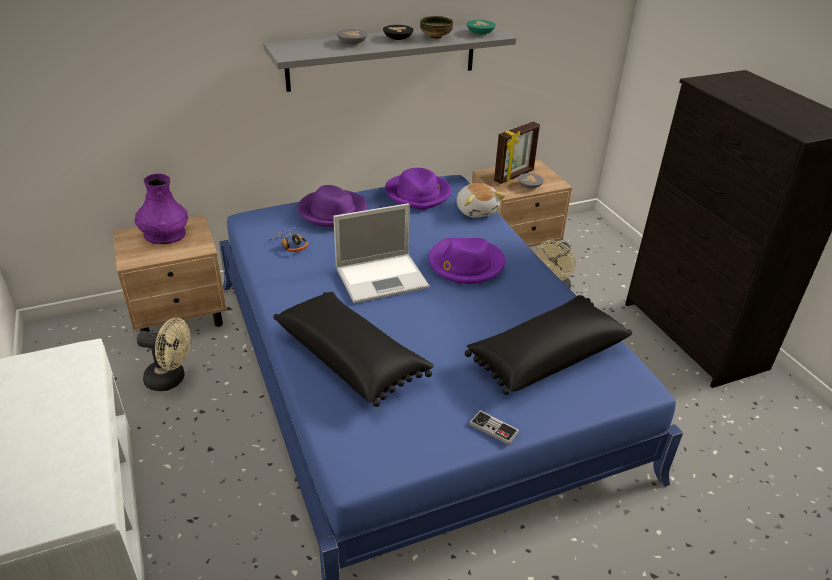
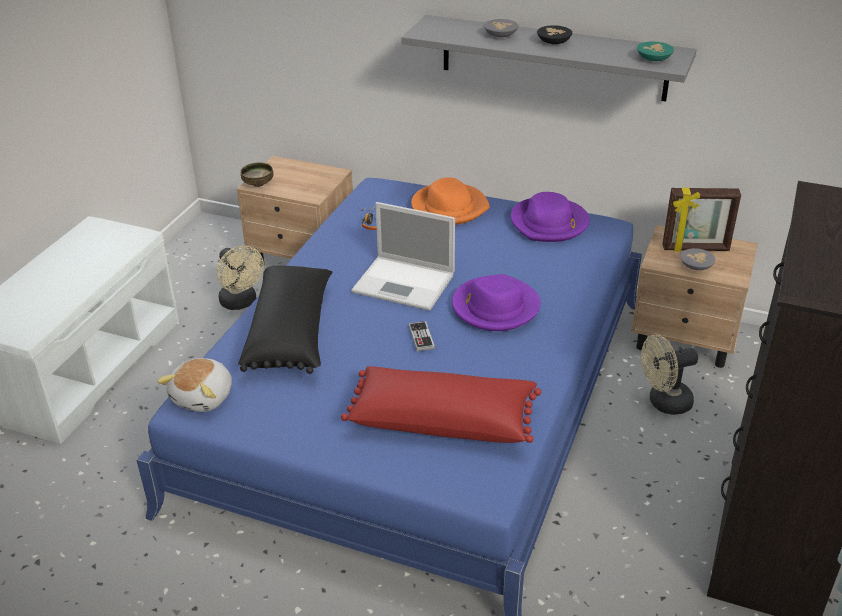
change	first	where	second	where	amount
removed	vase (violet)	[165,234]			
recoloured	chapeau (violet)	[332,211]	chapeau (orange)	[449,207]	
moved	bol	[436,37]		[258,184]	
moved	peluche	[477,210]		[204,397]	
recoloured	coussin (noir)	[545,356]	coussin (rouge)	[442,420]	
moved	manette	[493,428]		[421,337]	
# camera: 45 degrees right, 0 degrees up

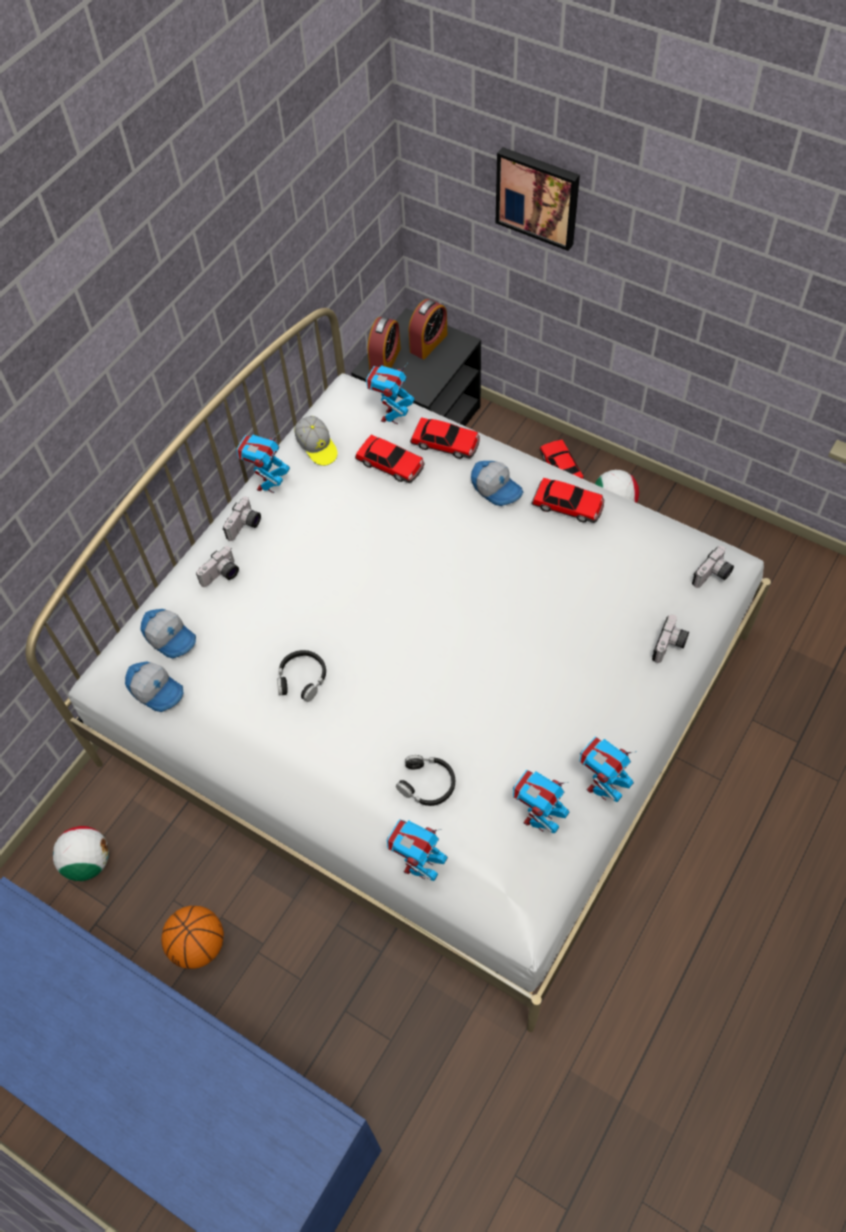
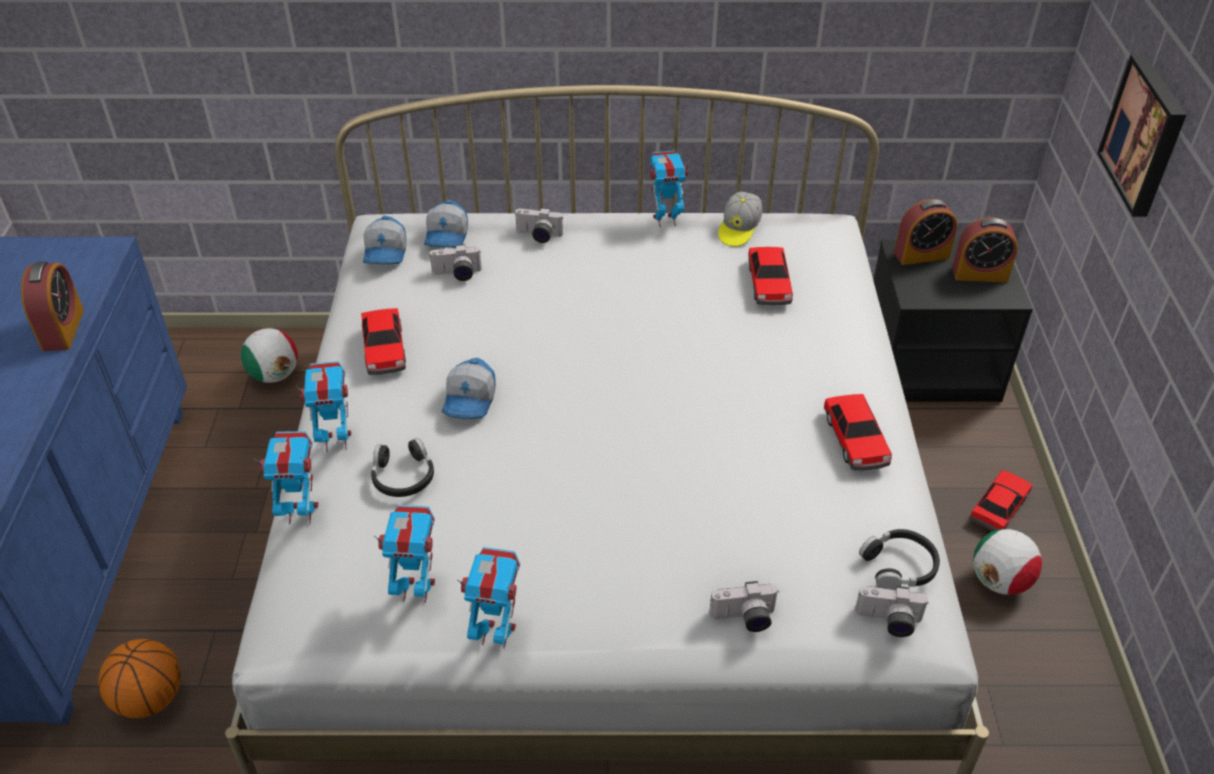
change	first	where	second	where	amount
moved	ballon de basket	[198,945]		[150,699]	
moved	appareil photo	[245,526]		[457,275]	
moved	casque audio (noir)	[302,678]		[899,566]	
moved	robot jouet	[392,416]		[336,441]	
moved	petite voiture	[446,444]		[384,350]	
moved	casquette	[497,488]		[471,400]	
added			réveil	[63,329]	
# camera: 55 degrees right, 15 degrees down

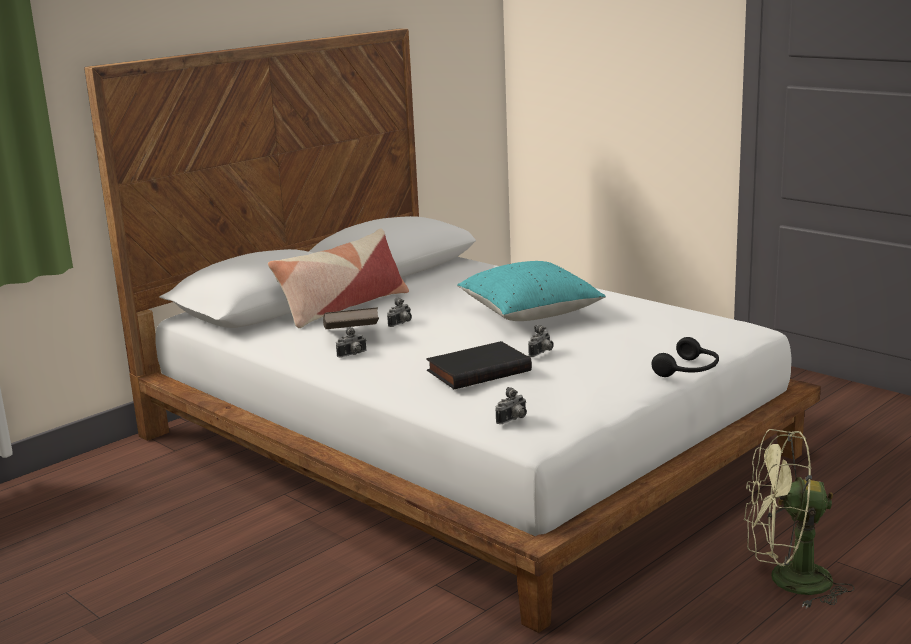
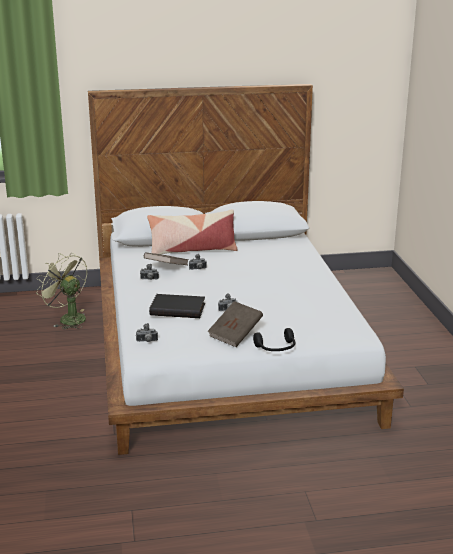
change	first	where	second	where	amount
removed	coussin (turquoise)	[530,314]			
moved	ventilateur (vert)	[787,581]		[67,318]	
added			livre (marron)	[235,335]	
# camera: 35 degrees right, 5 degrees up

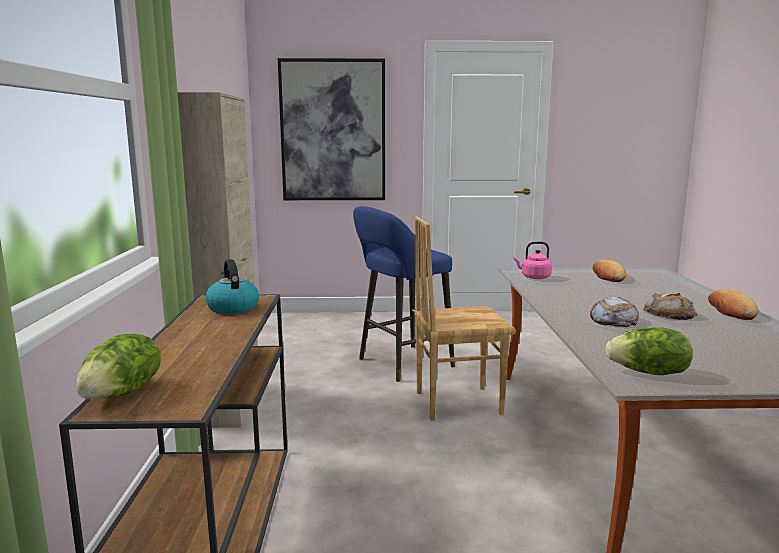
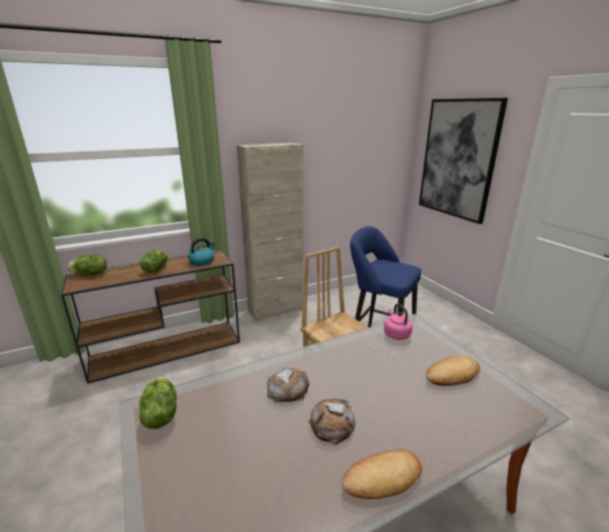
change	first	where	second	where	amount
added			laitue	[156,269]	
# camera: 65 degrees right, 10 degrees up

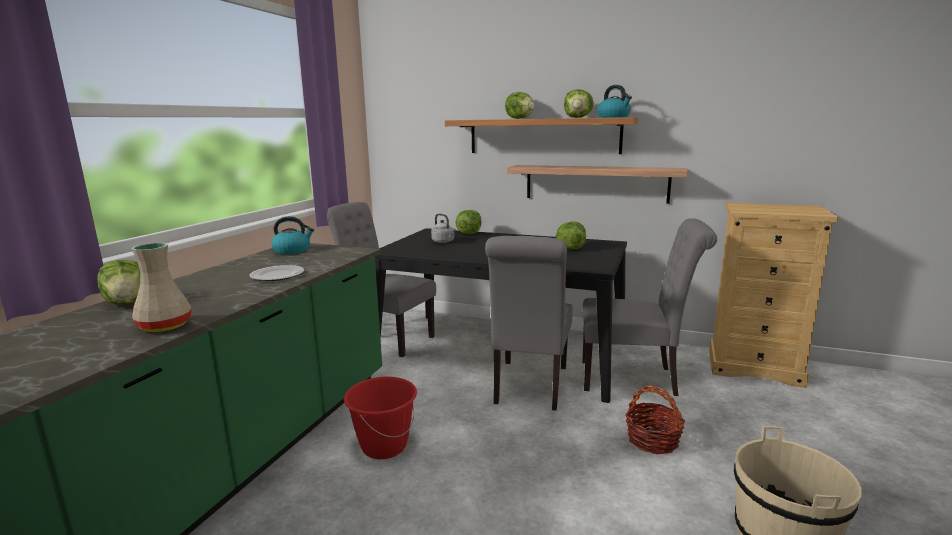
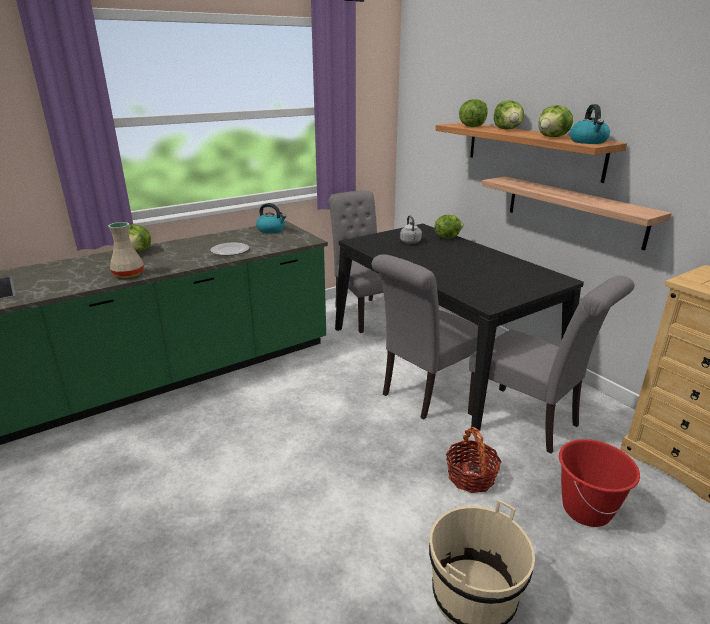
change	first	where	second	where	amount
moved	seau (rouge)	[384,446]		[586,509]	
moved	laitue	[570,248]		[471,127]	
# camera: 35 degrees right, 10 degrees up

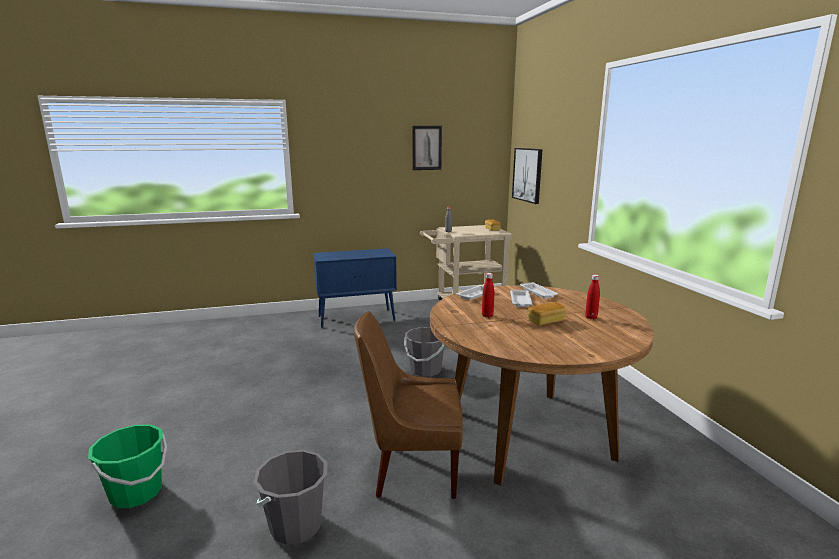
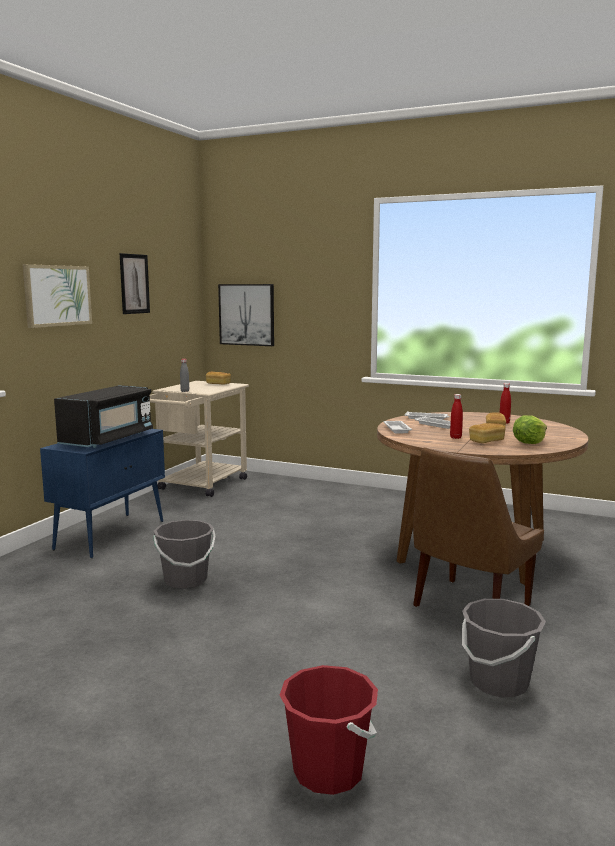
change	first	where	second	where	amount
recoloured	seau (vert)	[136,493]	seau (rouge)	[328,771]	
moved	seau (gris)	[425,370]		[185,580]	
added			tableau	[57,295]	
added			micro-ondes (noir)	[108,439]	
added			pain	[486,441]	
added			laitue	[529,443]	
# camera: 50 degrees left, 5 degrees down

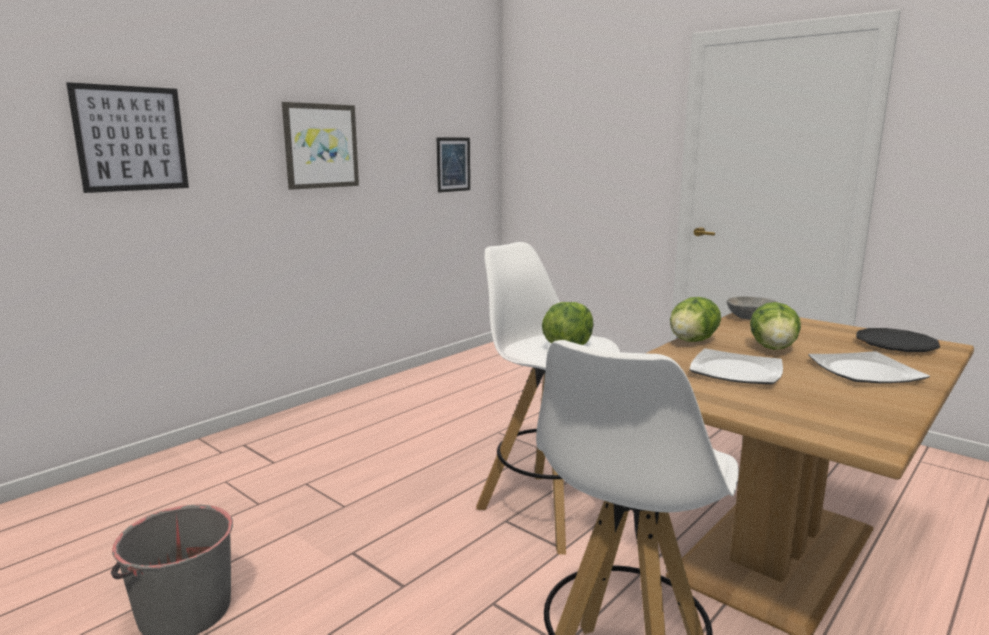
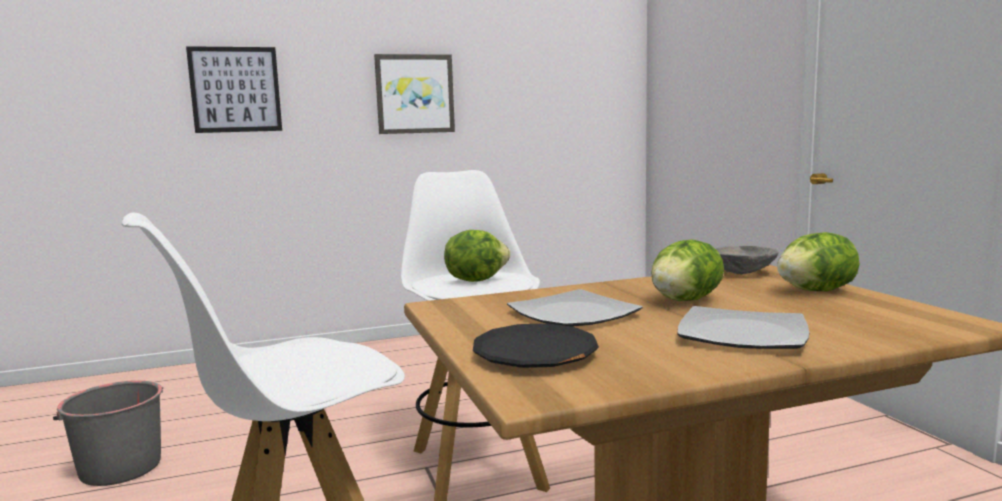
change	first	where	second	where	amount
removed	tableau	[453,164]			
moved	laitue	[692,341]		[815,291]	
moved	assiette (noir)	[895,345]		[535,354]	
# camera: 30 degrees right, 5 degrees down

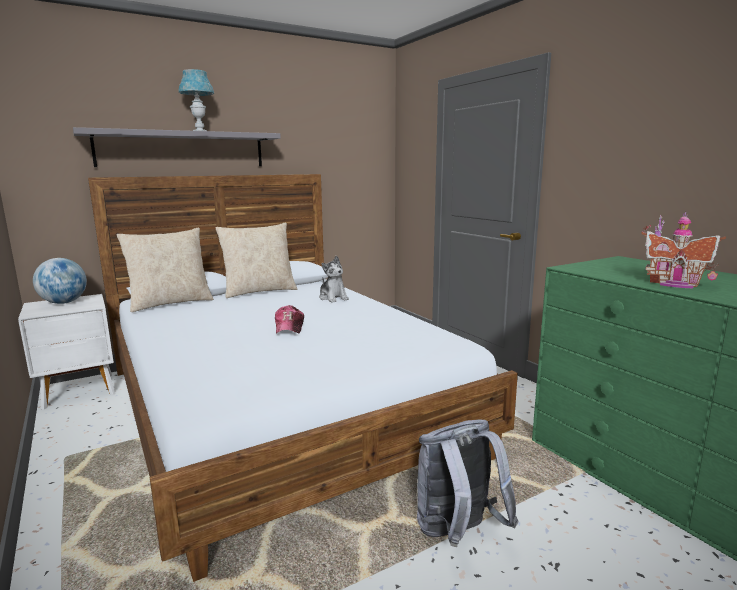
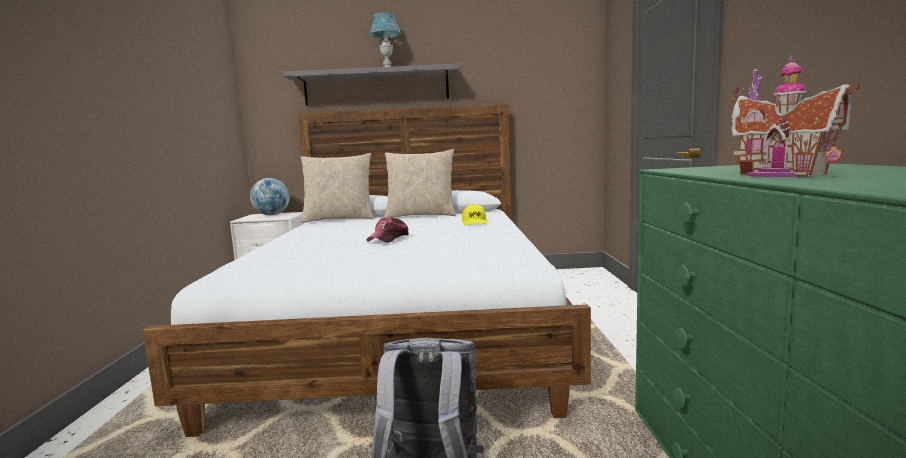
change	first	where	second	where	amount
replaced	peluche	[333,298]	casquette (jaune)	[474,222]	
# camera: 30 degrees right, 5 degrees down

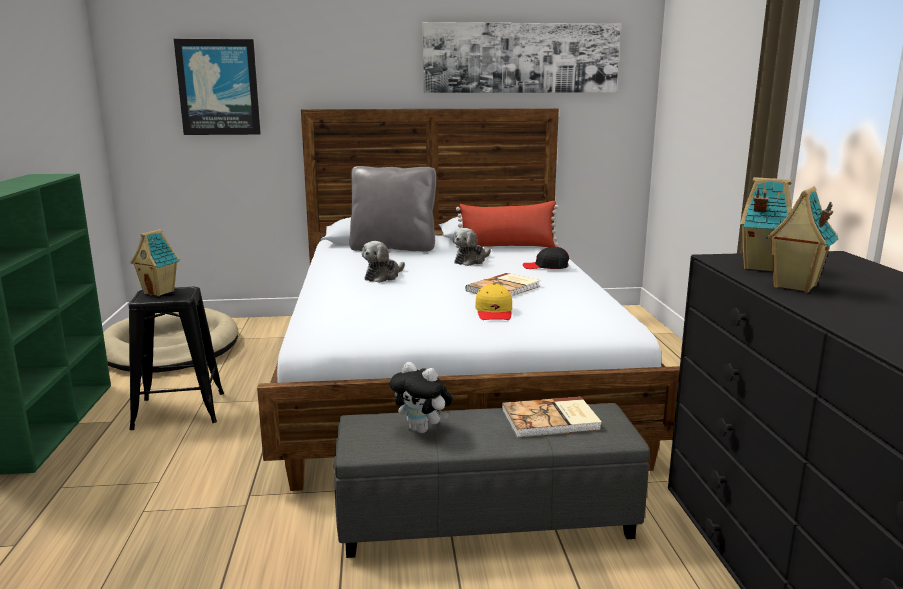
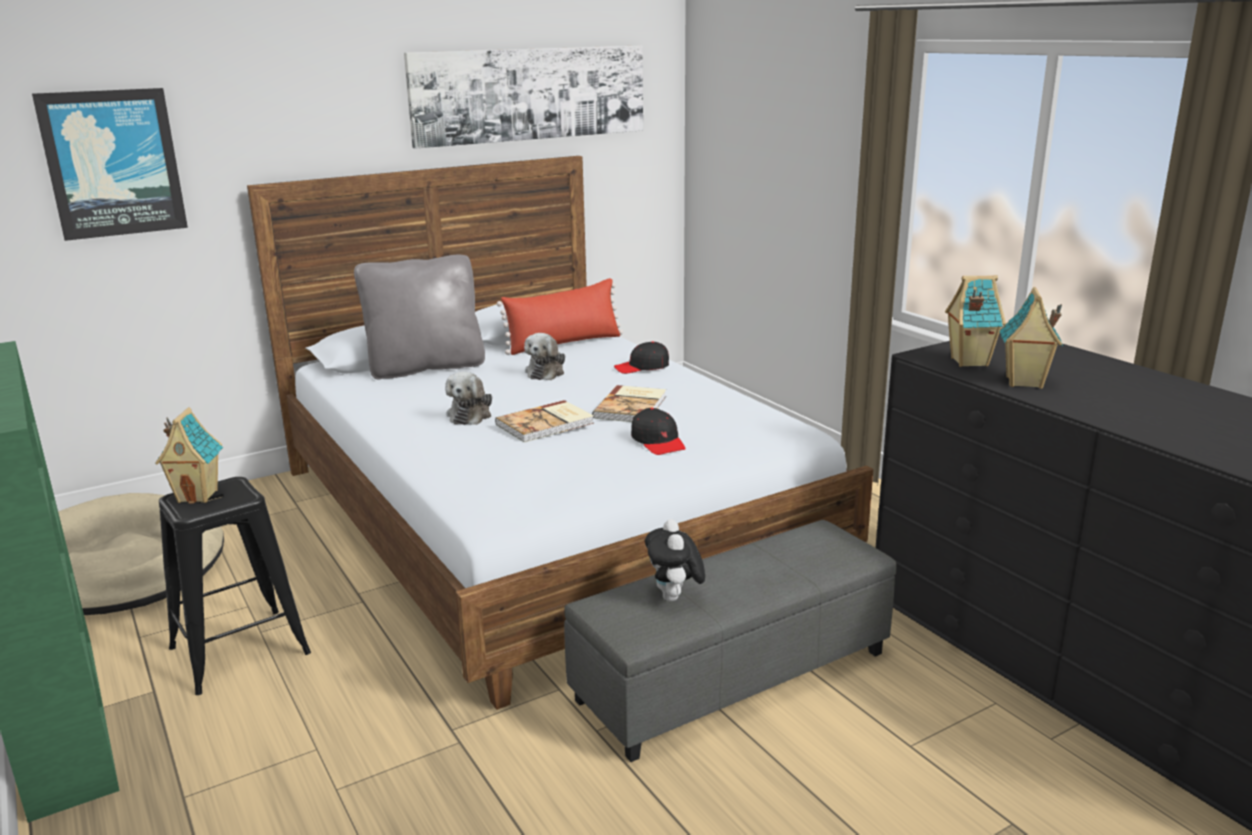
change	first	where	second	where	amount
turned	peluche	[422,430]		[675,598]	75 degrees clockwise
recoloured	casquette (jaune)	[494,312]	casquette (noir)	[658,442]	
moved	livre	[551,420]		[546,424]	
# camera: 25 degrees left, 5 degrees up

